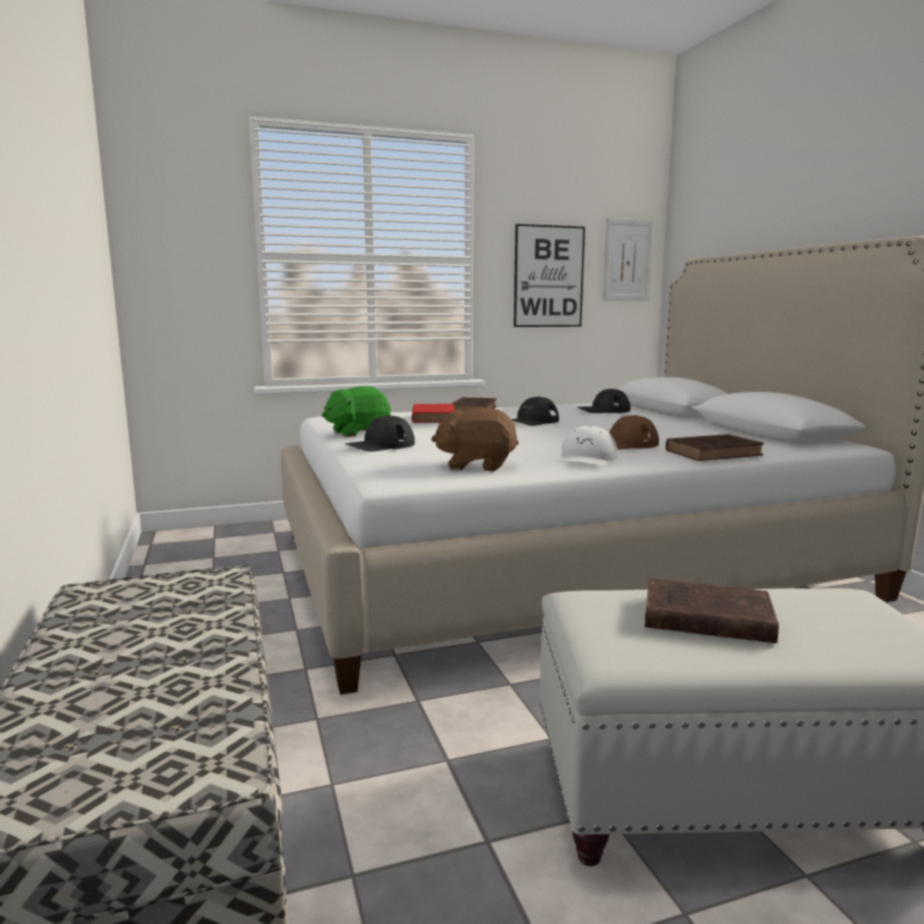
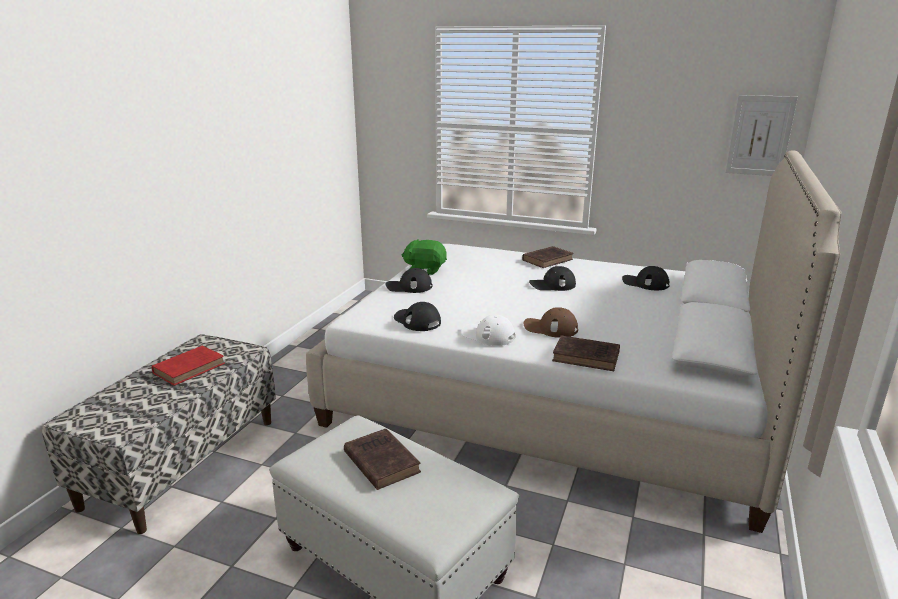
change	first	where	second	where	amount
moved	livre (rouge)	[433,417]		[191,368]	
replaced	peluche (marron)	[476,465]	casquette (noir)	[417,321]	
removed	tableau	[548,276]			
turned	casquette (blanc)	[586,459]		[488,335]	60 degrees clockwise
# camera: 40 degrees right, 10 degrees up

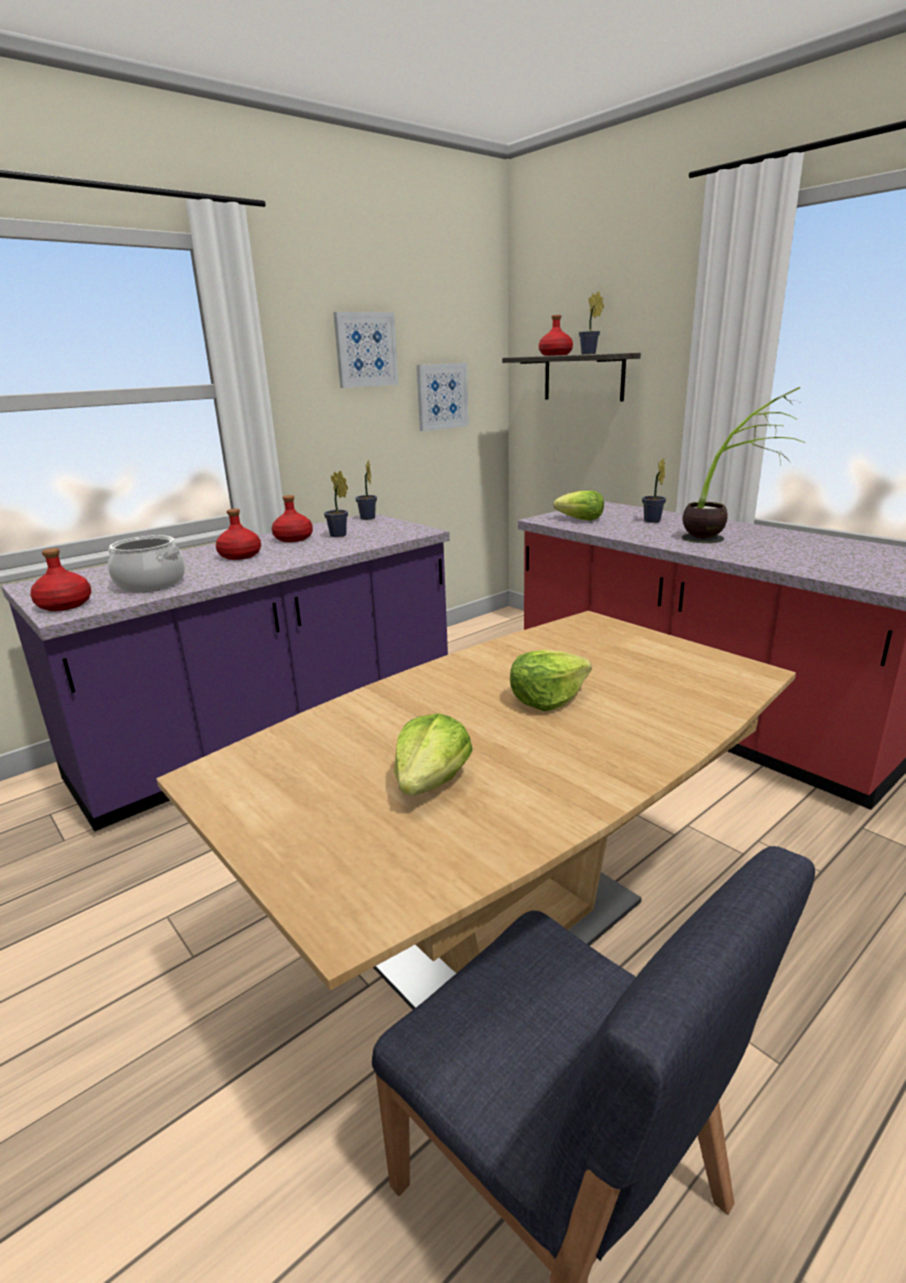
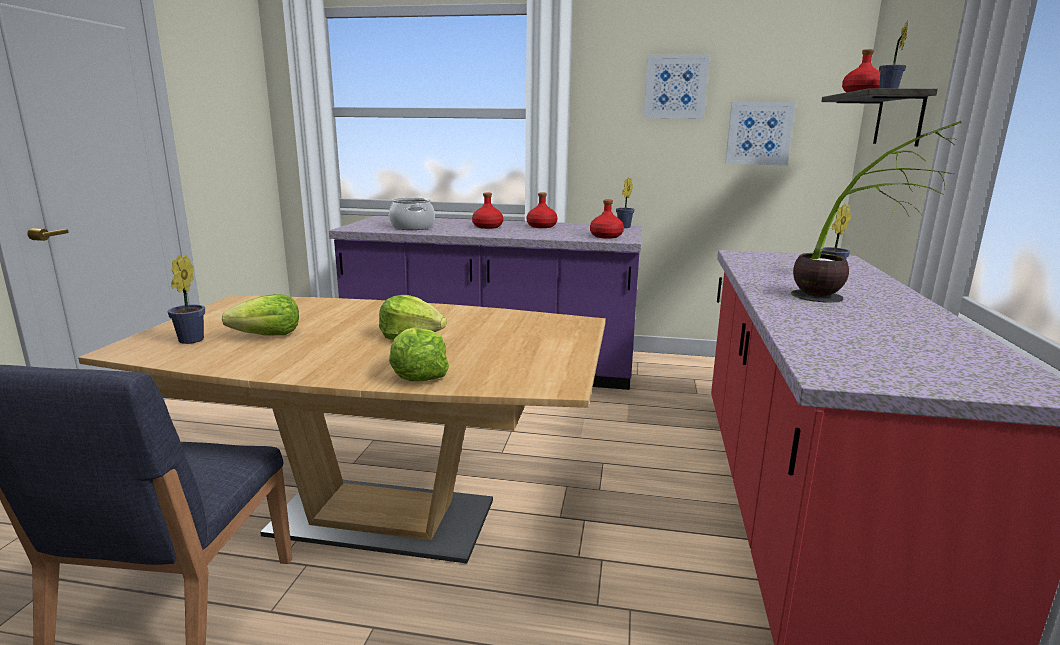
change	first	where	second	where	amount
moved	bouteille (rouge)	[64,605]		[606,236]	
moved	plante en pot	[339,535]		[189,341]	
moved	laitue	[580,519]		[418,374]	
# camera: 50 degrees right, 5 degrees down

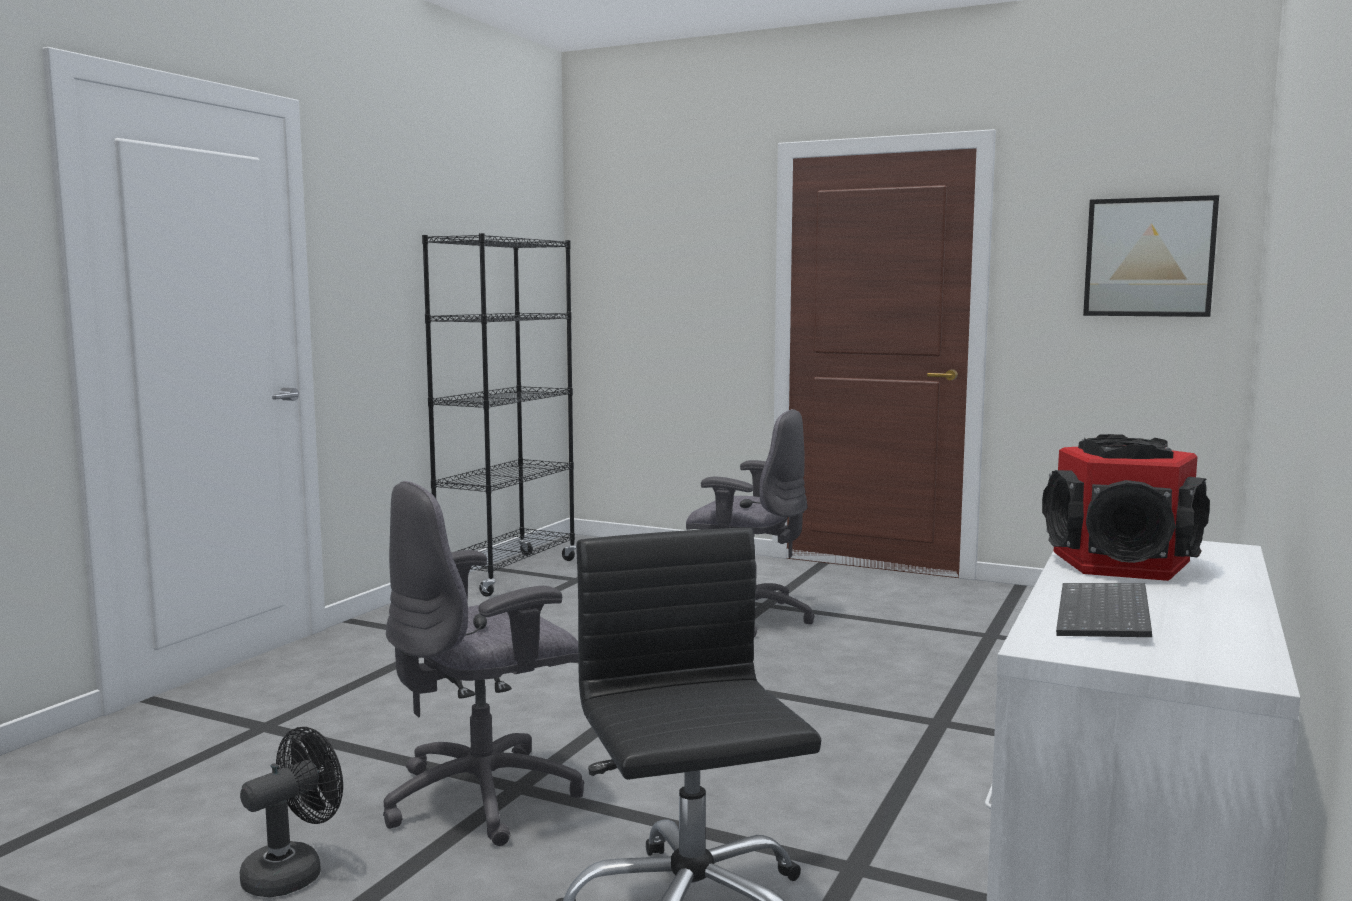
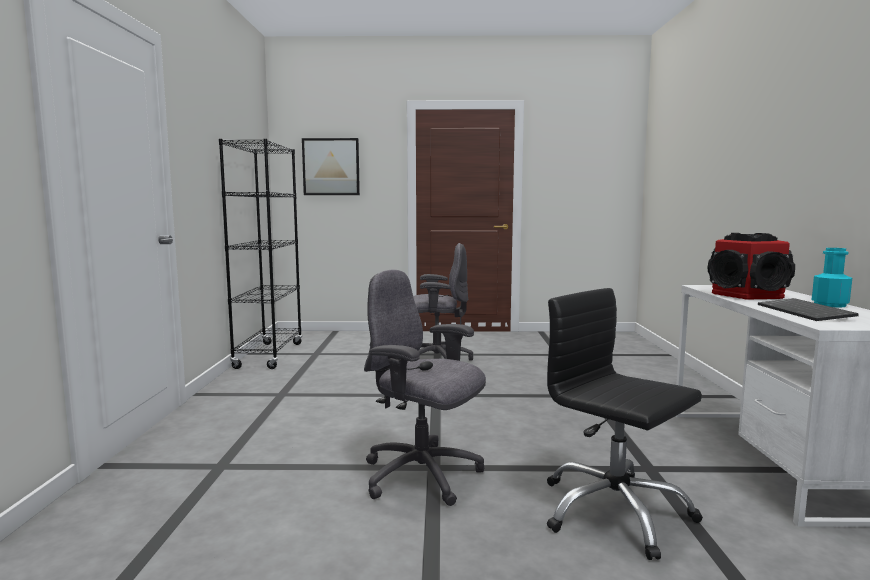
change	first	where	second	where	amount
removed	ventilateur (noir)	[293,872]			
turned	chaise de bureau (gris)	[485,797]		[422,476]	90 degrees clockwise
moved	tableau	[1149,257]		[331,167]	
added			bouteille (turquoise)	[829,305]	
# camera: 25 degrees left, 0 degrees up

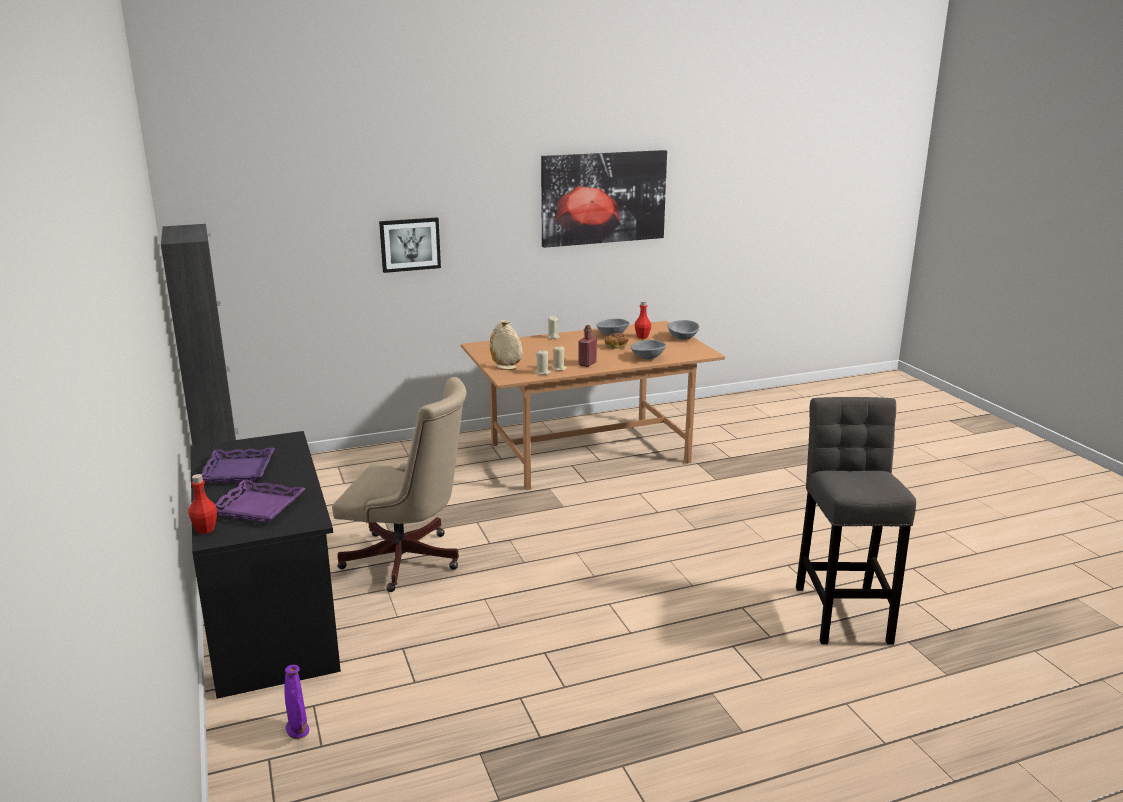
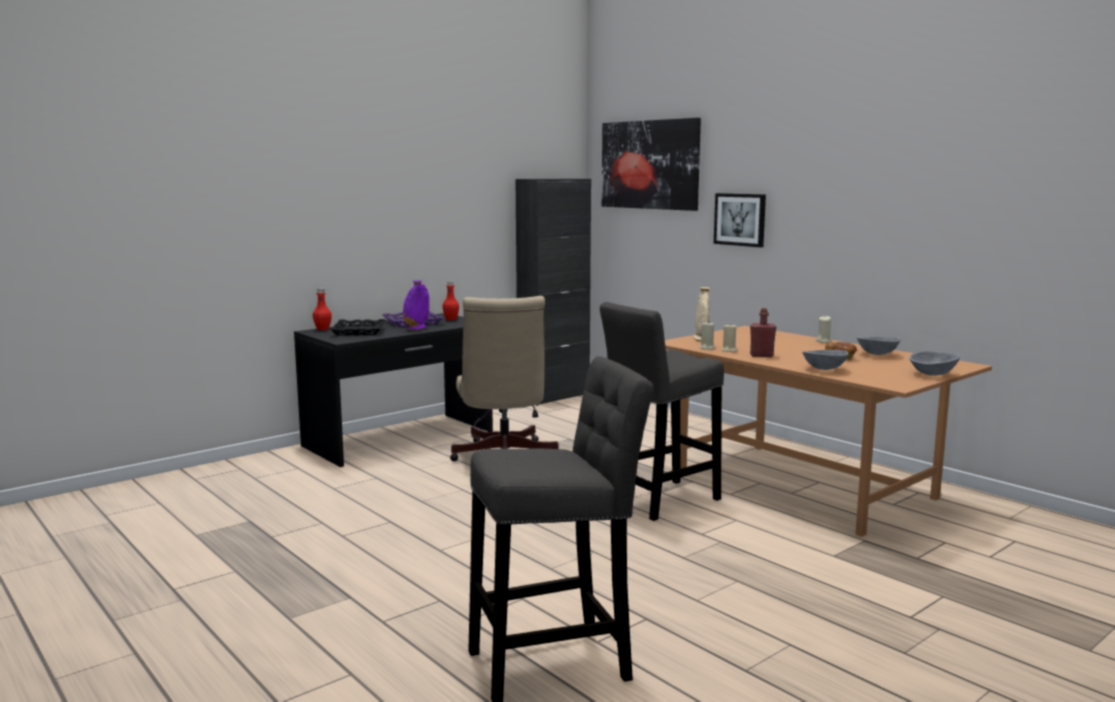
change	first	where	second	where	amount
recoloured	plateau (violet)	[256,507]	plateau (noir)	[358,331]	
moved	vase (violet)	[297,730]		[417,329]	
moved	tableau	[603,198]		[649,164]	
moved	bouteille (rouge)	[642,337]		[451,319]	
added			tabouret (gris)	[659,500]	
# camera: 70 degrees right, 10 degrees down

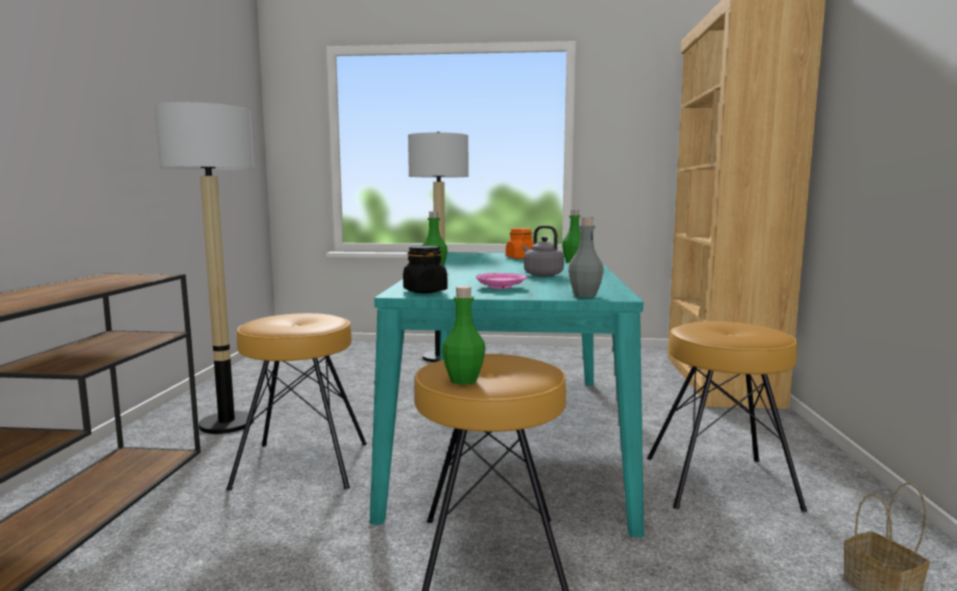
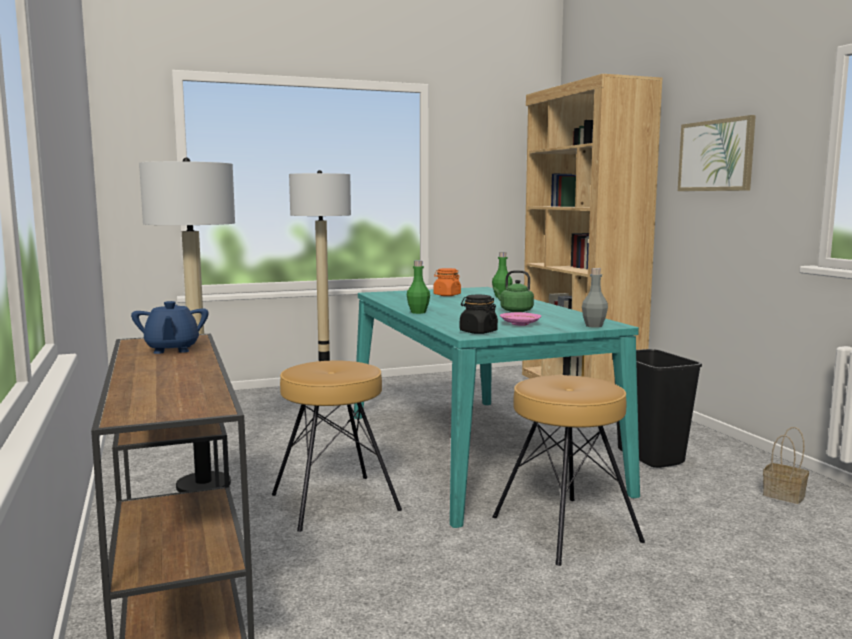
change	first	where	second	where	amount
removed	bouteille (vert)	[464,380]			
recoloured	bouilloire (gris)	[541,275]	bouilloire (vert)	[514,311]	
replaced	tabouret (marron)	[720,483]	poubelle (noir)	[651,457]	
added			théière (bleu)	[172,349]	
added			tableau	[716,155]	
# camera: 25 degrees left, 0 degrees up

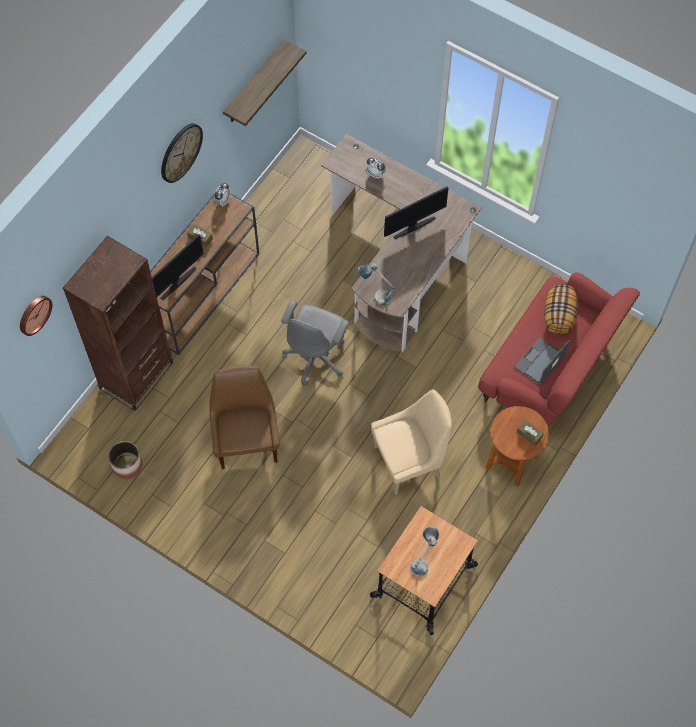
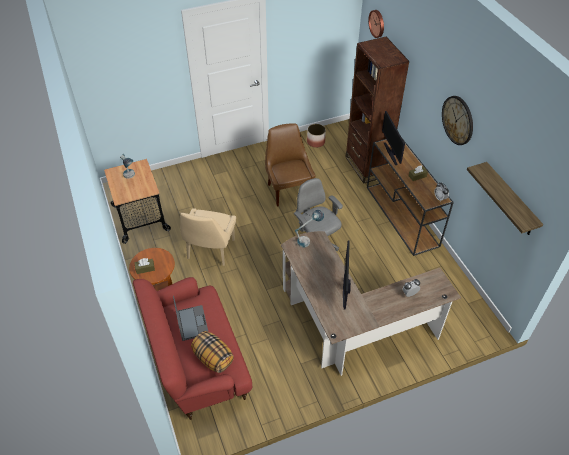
change	first	where	second	where	amount
turned	chaise (marron)	[247,440]		[288,190]	135 degrees counterclockwise
# camera: 125 degrees right, 15 degrees down

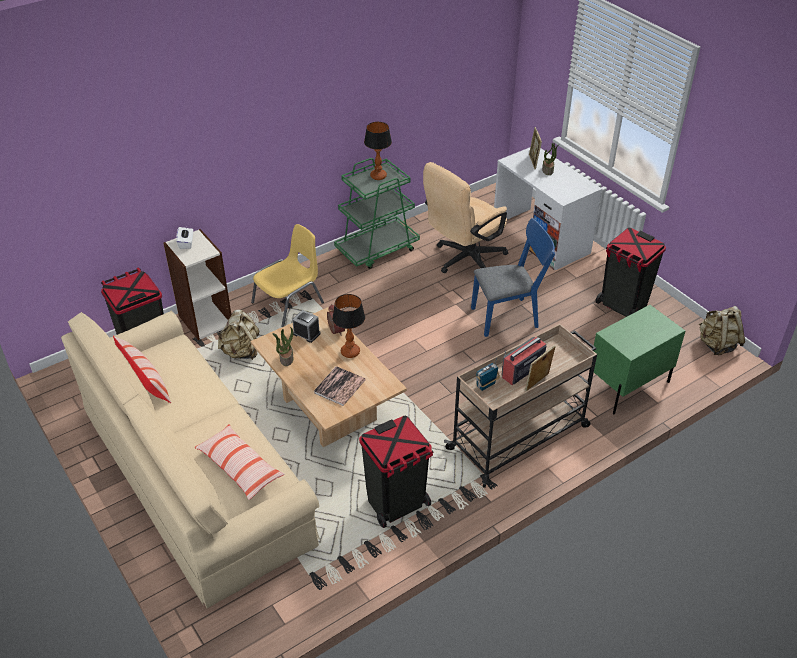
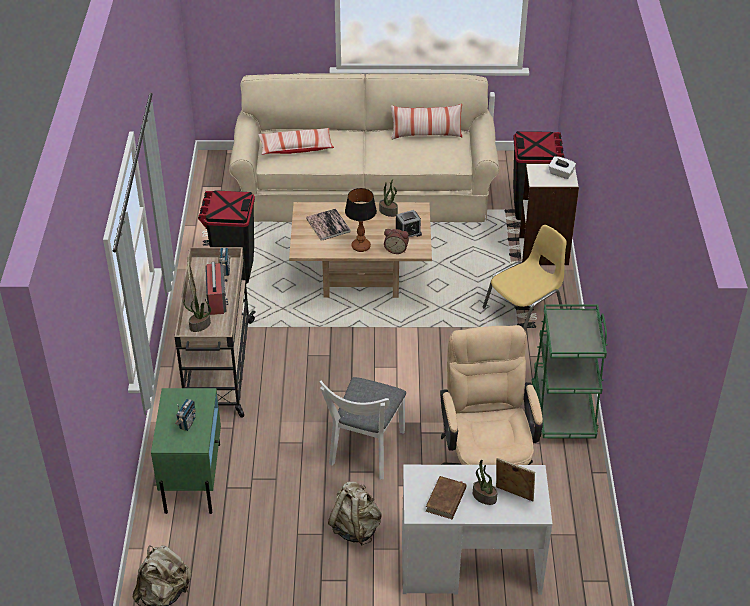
change	first	where	second	where	amount
moved	sac à dos (beige)	[241,352]		[356,528]	
turned	chaise (jaune)	[289,302]		[525,310]	120 degrees counterclockwise
removed	lampe de table	[378,176]			
recoloured	chaise (bleu)	[509,316]	chaise (blanc)	[365,452]	
removed	poubelle (noir)	[623,306]			
added			radio	[187,423]	
added			plante en pot	[200,326]	
added			livre (marron)	[446,499]	
# camera: 125 degrees right, 0 degrees up

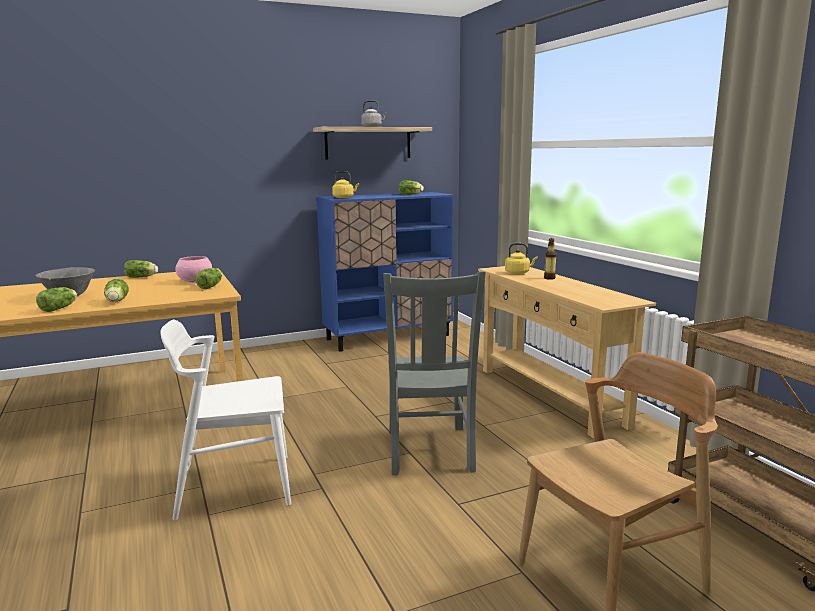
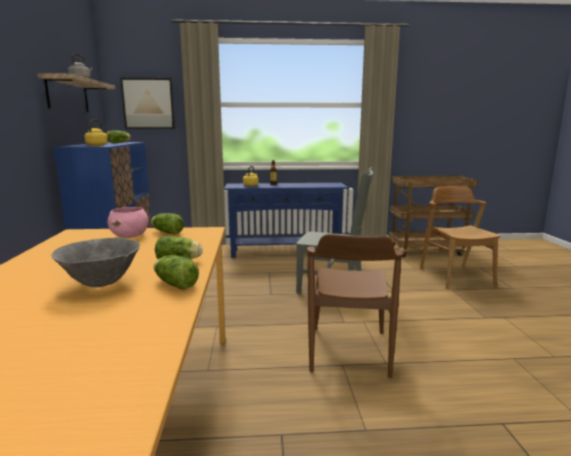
change	first	where	second	where	amount
removed	laitue	[142,277]			
recoloured	chaise (blanc)	[234,486]	chaise (marron)	[348,351]	
recoloured	table console (beige)	[550,396]	table console (bleu)	[285,252]	
added			tableau	[148,104]	
# camera: 70 degrees left, 0 degrees up

